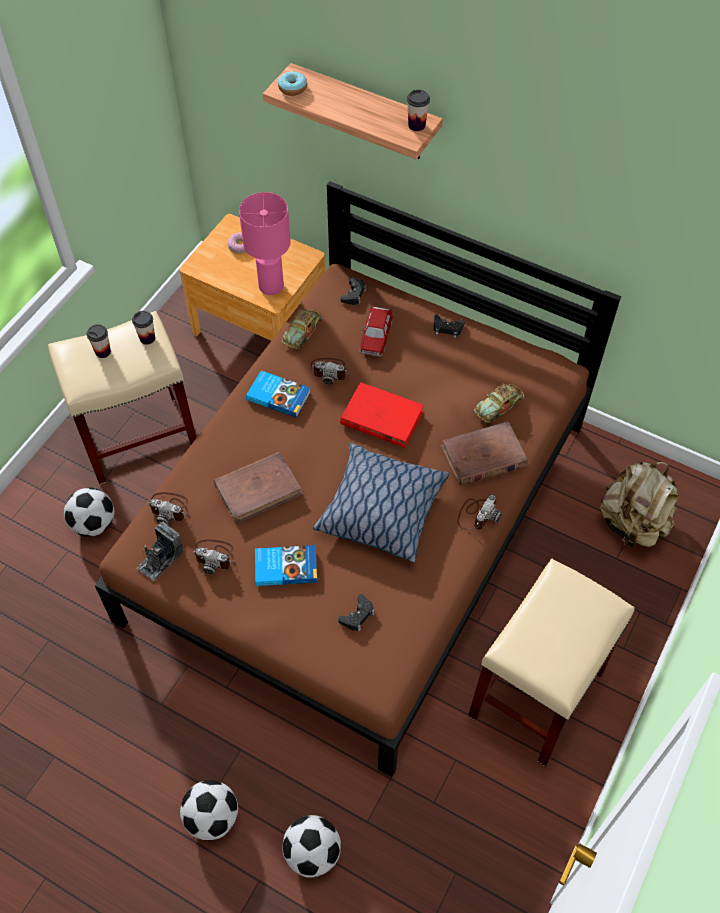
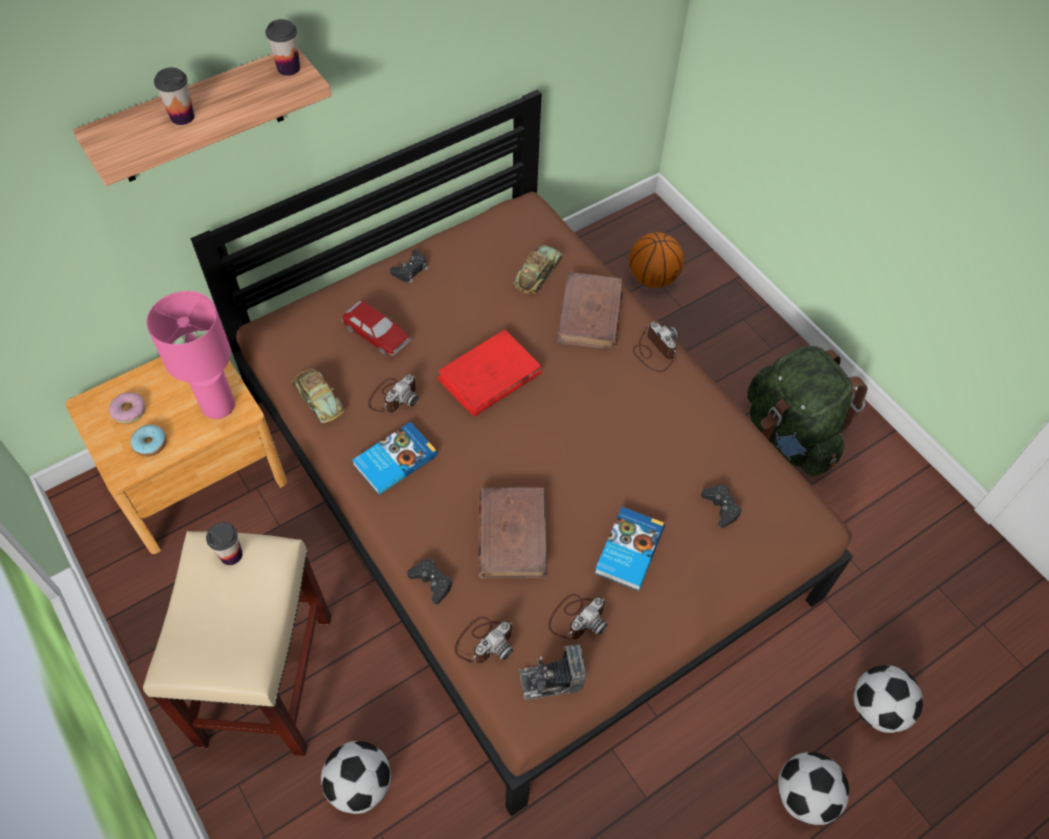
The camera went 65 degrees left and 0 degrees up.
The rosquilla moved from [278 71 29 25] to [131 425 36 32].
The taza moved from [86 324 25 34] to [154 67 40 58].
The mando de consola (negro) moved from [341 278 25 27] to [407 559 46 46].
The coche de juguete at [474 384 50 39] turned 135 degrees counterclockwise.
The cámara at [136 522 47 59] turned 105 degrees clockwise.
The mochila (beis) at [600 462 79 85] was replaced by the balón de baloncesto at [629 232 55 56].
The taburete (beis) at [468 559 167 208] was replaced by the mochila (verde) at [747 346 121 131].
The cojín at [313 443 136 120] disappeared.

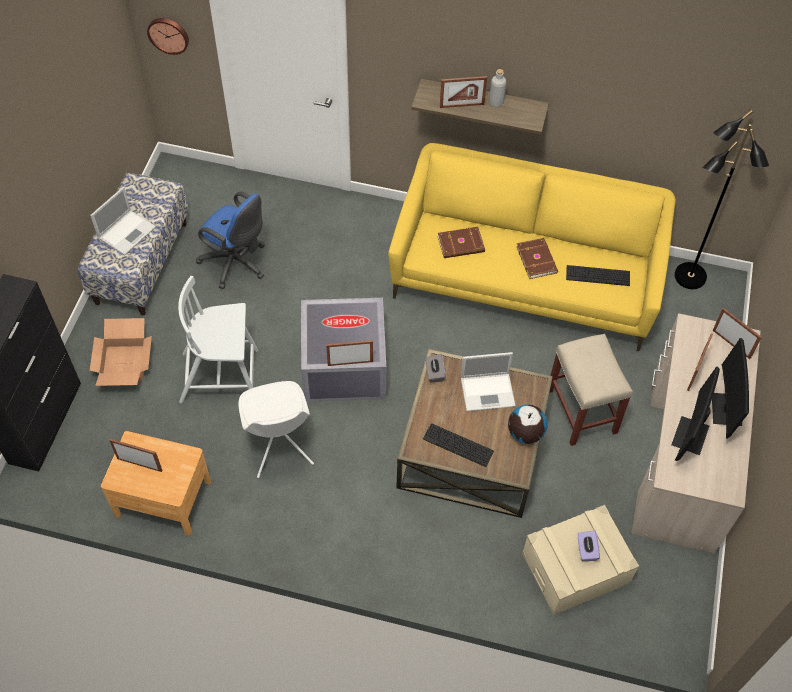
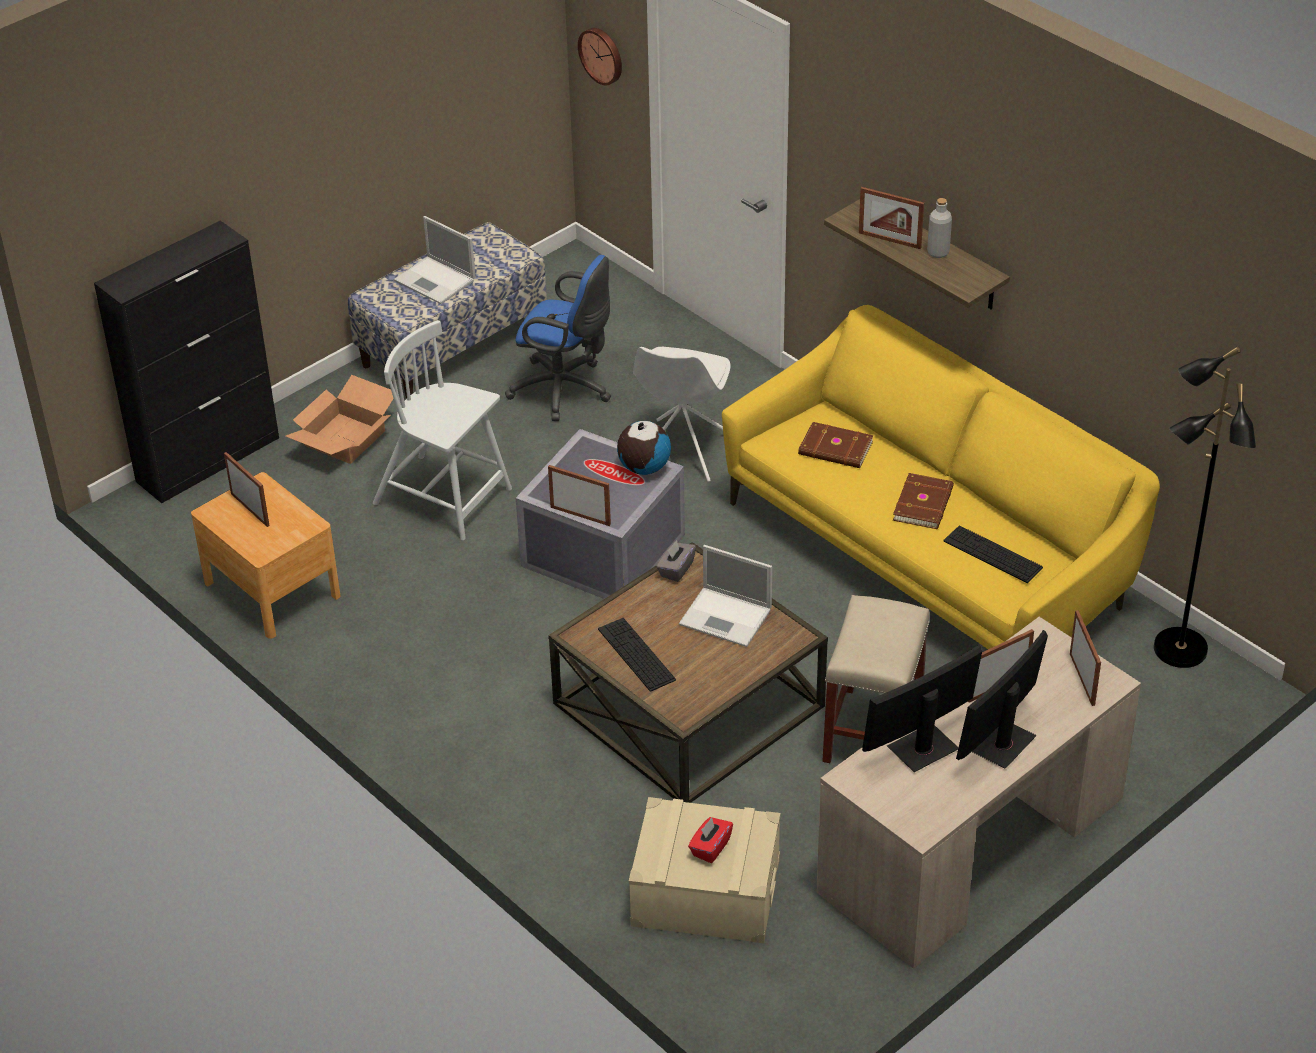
The camera went 35 degrees right and 15 degrees down.
The portátil at [90 187 66 69] turned 60 degrees clockwise.
The silla de oficina (azul) at [196 192 69 97] turned 45 degrees counterclockwise.
The globo terráqueo moved from [508 405 40 39] to [617 421 54 54].
The silla (blanco) moved from [238 381 76 97] to [633 347 97 135].
The caja de pañuelos (morado) at [578 530 22 31] became the caja de pañuelos (rojo) at [688 817 45 46].

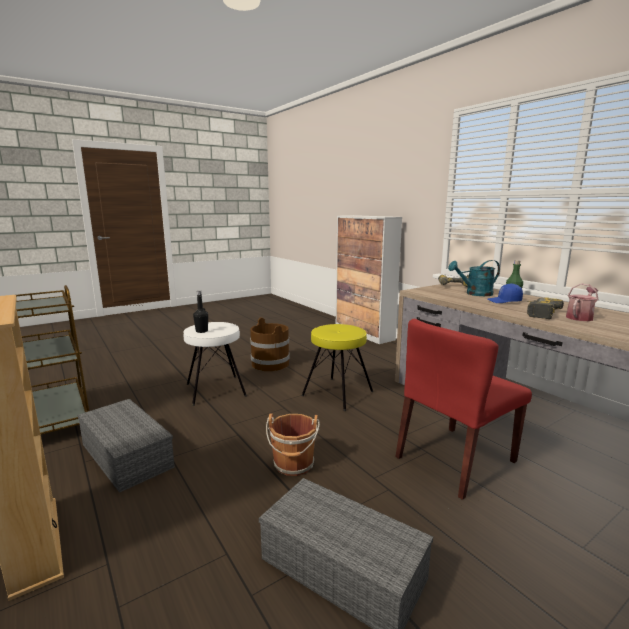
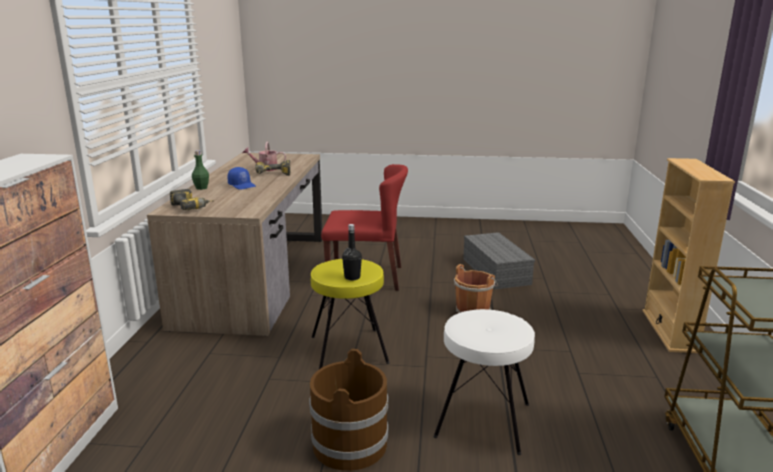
The camera went 140 degrees left and 5 degrees up.
The botella (negro) moved from [193 290 15 43] to [342 224 20 56].
The caja de almacenaje (gris) at [78 399 97 94] disappeared.
The regadera (turquesa) at [448 260 52 36] disappeared.

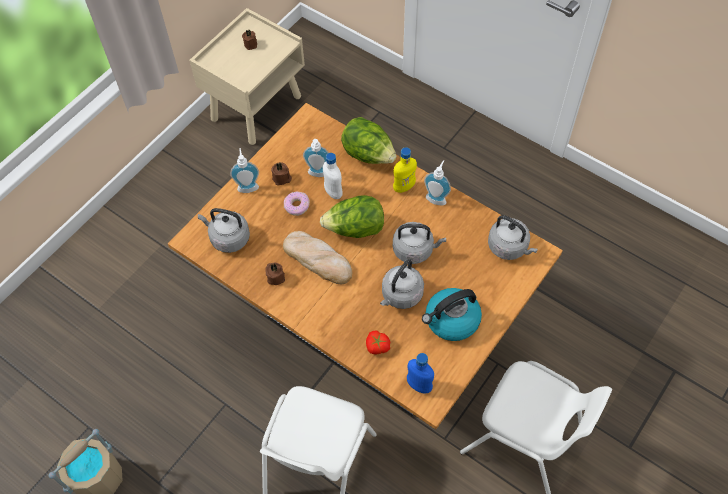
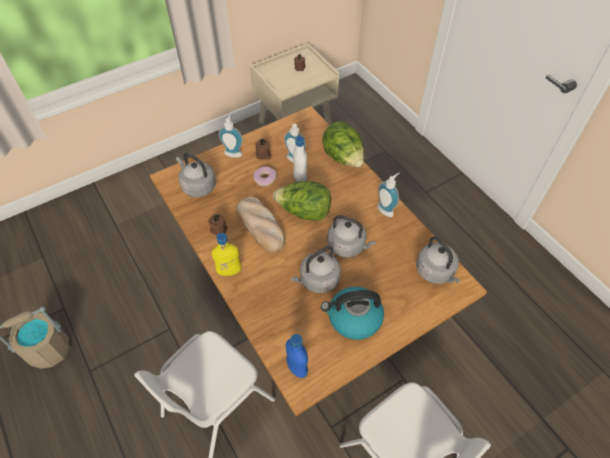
The camera went 20 degrees right and 5 degrees down.
The botella (amarillo) moved from [393 147 24 46] to [212 233 29 43].
The tomate at [366 331 24 23] disappeared.

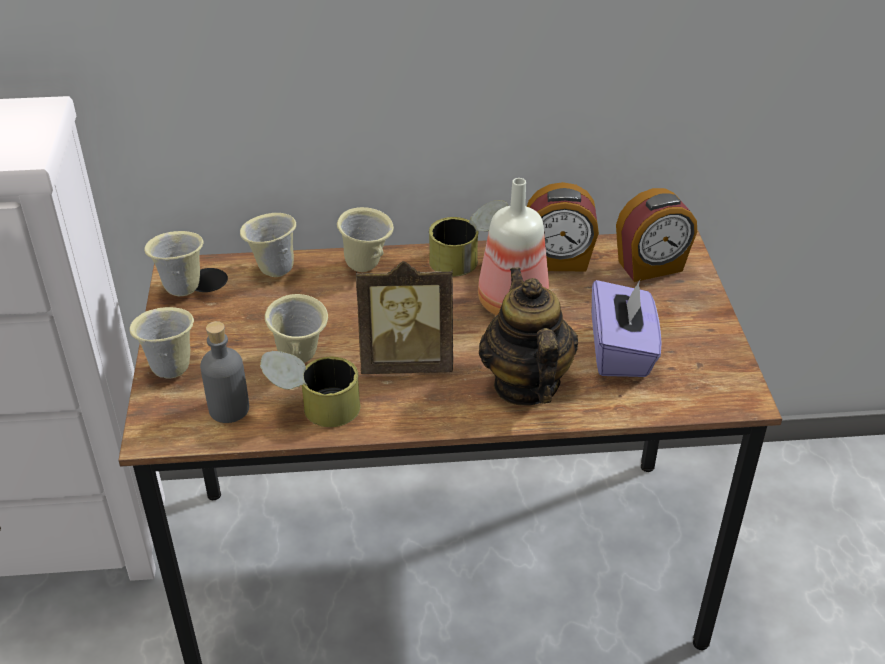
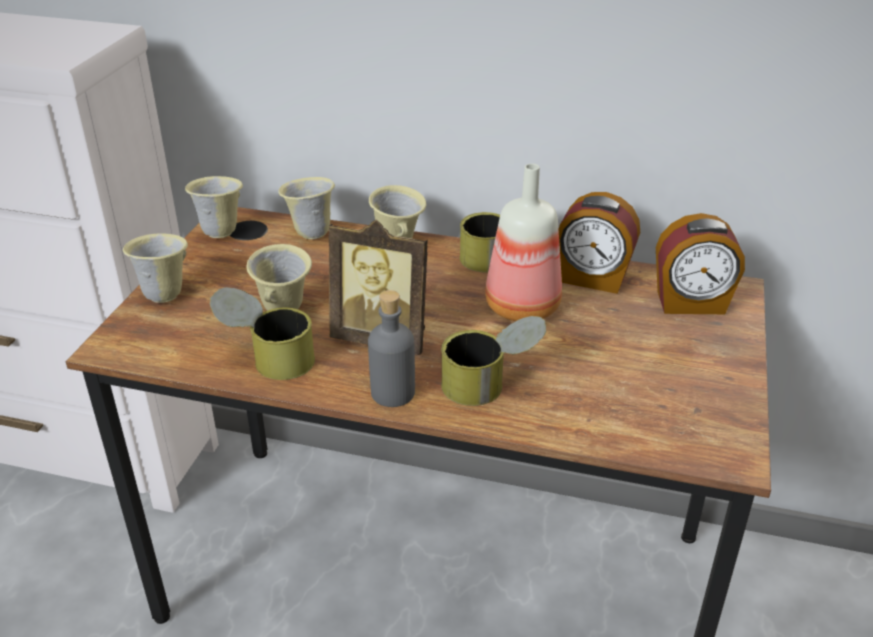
The camera went 20 degrees right and 5 degrees down.
The botella (gris) moved from [200 321 49 102] to [368 290 47 117].
The tetera at [479 267 99 139] was replaced by the lata at [441 316 105 90].
The caja de pañuelos (morado) at [592 280 70 97] disappeared.

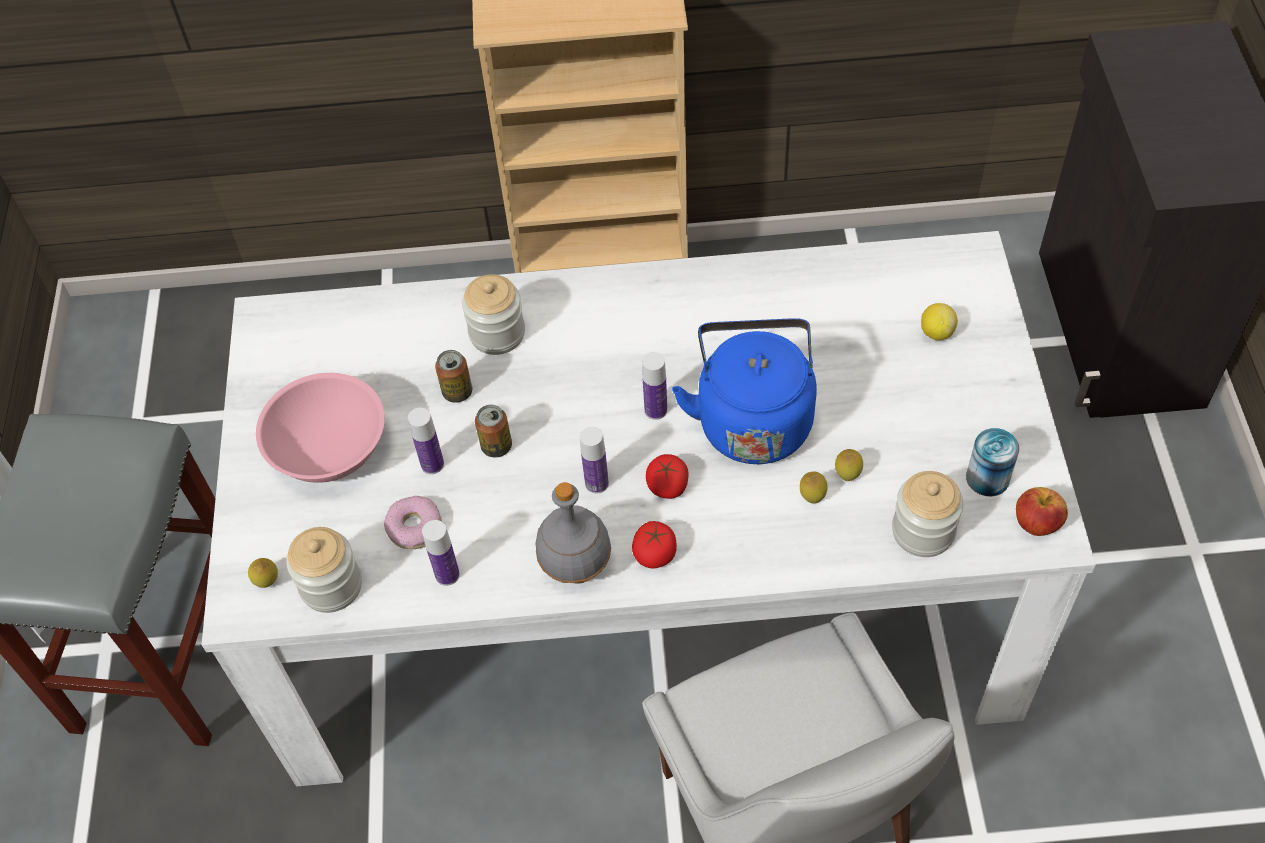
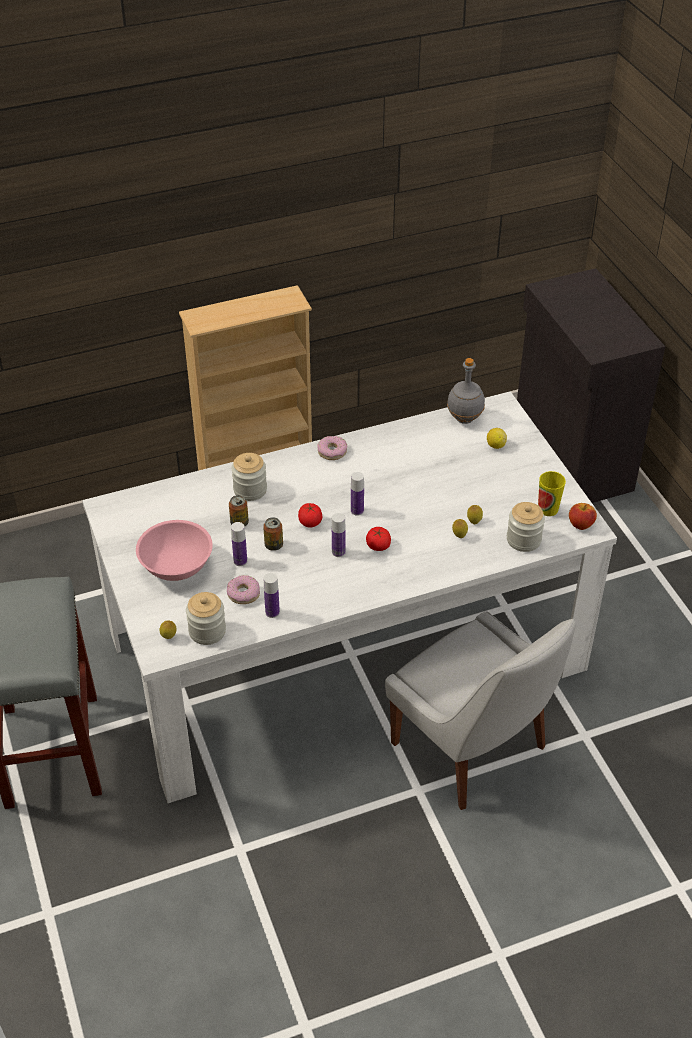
The camera went 20 degrees left and 10 degrees down.
The tomate moved from [632 521 45 48] to [298 503 24 24].
The rosquilla at [317 436 30 24] appeared.
The botella (gris) moved from [536 482 75 102] to [447 358 38 66].
The lata at [966 428 53 68] was replaced by the taza at [538 471 28 45].
The hervidor (azul) at [672 318 145 146] disappeared.

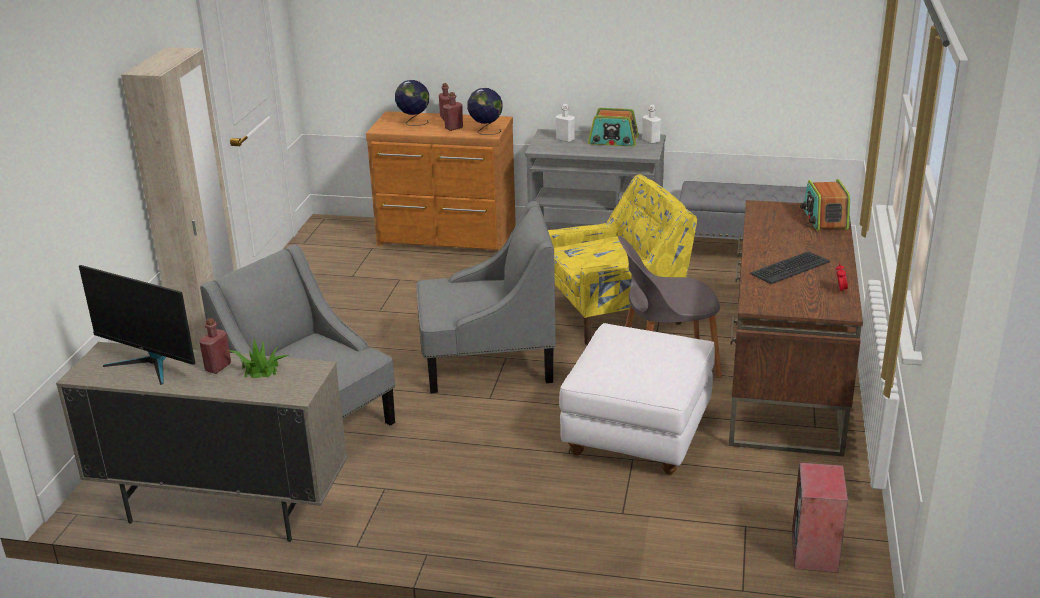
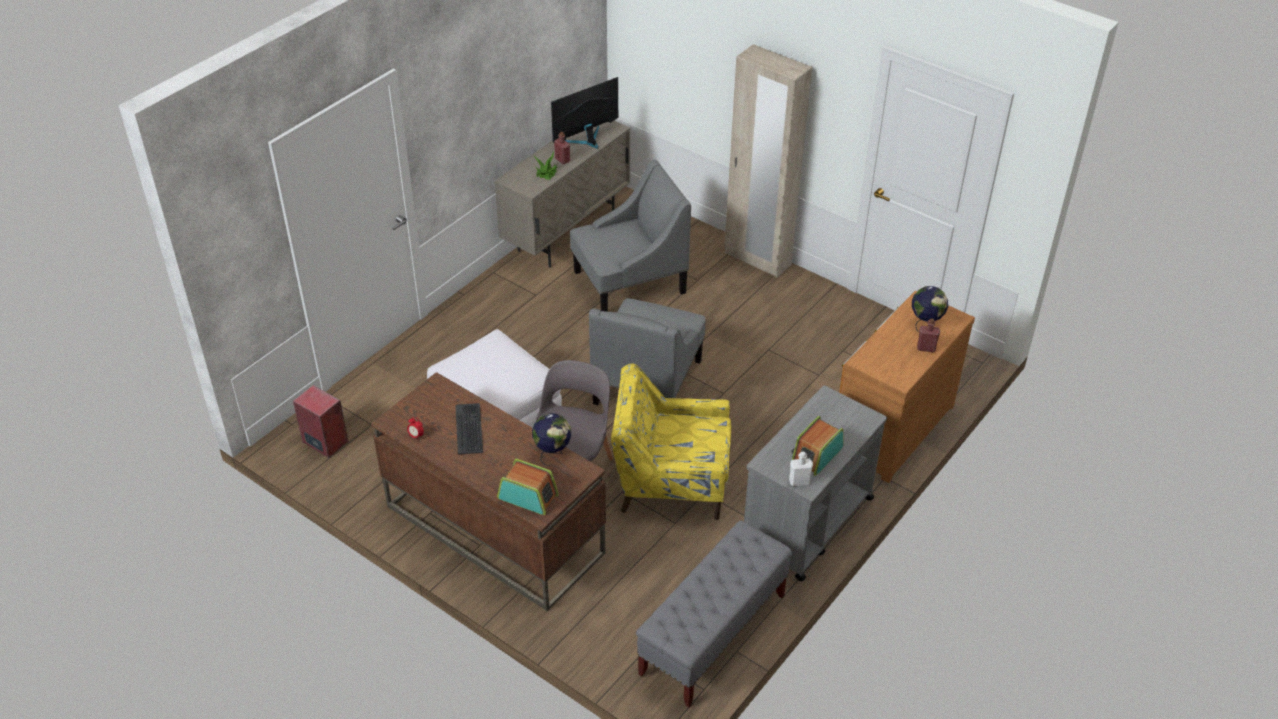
The camera went 115 degrees right and 15 degrees up.
The globo terráqueo moved from [467 88 36 47] to [532 413 39 53].
The sillón (amarillo) at [548 174 149 171] turned 90 degrees clockwise.
The botella (rojo) at [443 92 20 39] disappeared.
The botella (blanco) at [556 104 19 38] disappeared.

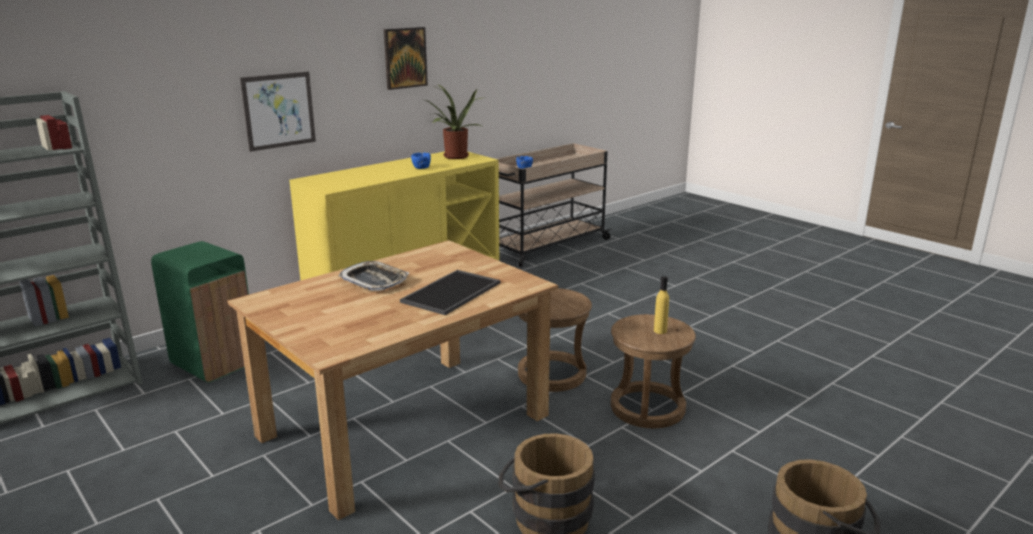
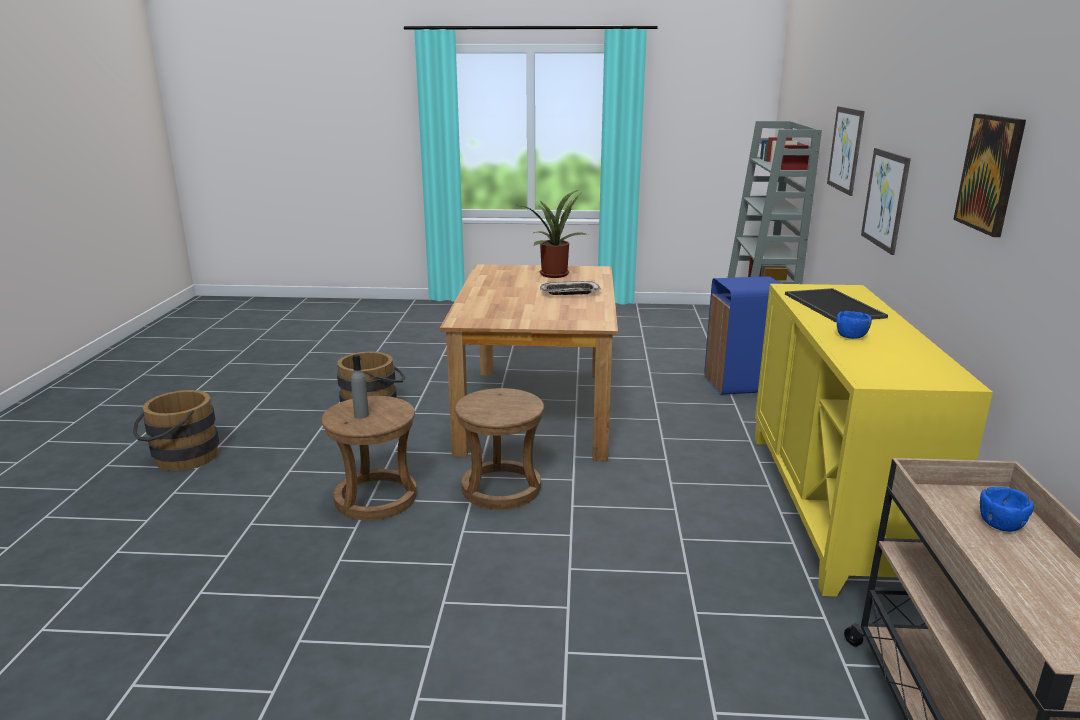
The camera went 135 degrees right and 0 degrees up.
The botella (amarillo) at [654 276 15 58] became the botella (gris) at [351 355 18 64].
The planta en maceta moved from [426 84 55 75] to [522 190 66 88].
The papelera (verde) at [151 241 98 142] became the papelera (azul) at [704 276 77 119].
The bandeja moved from [400 270 100 45] to [785 288 103 34].
The cuadro at [827 106 38 90] appeared.

